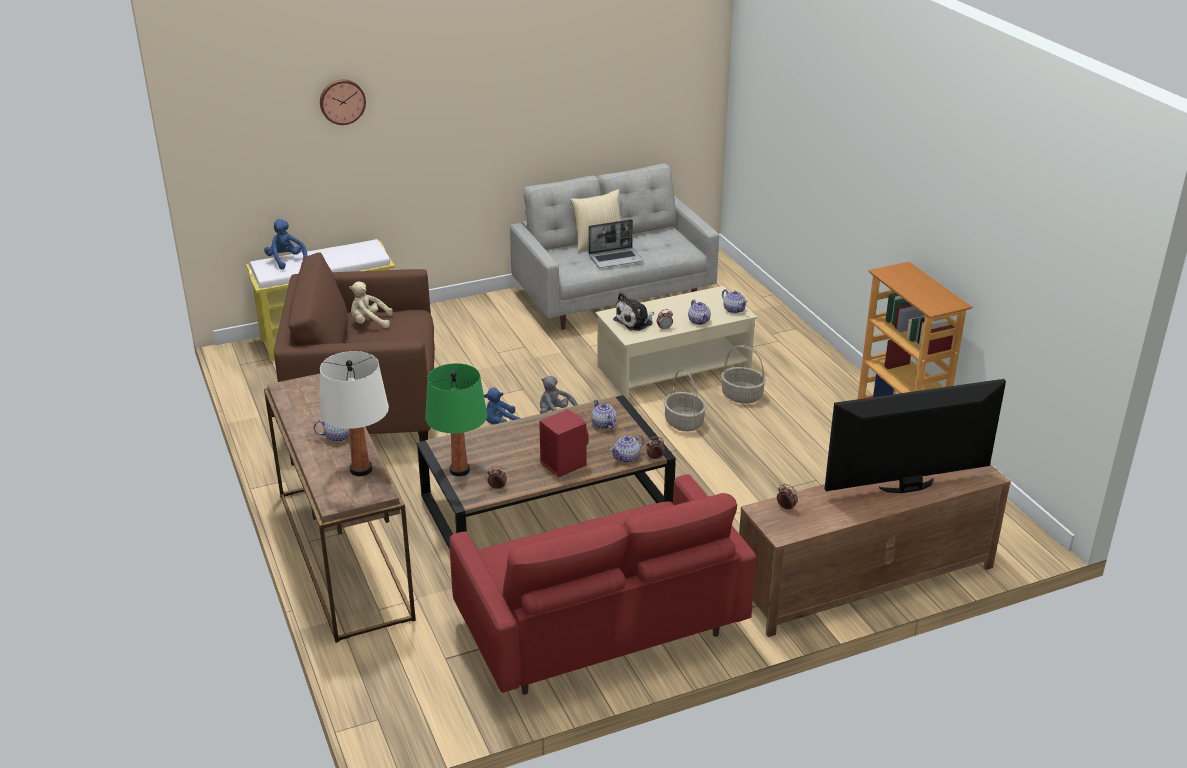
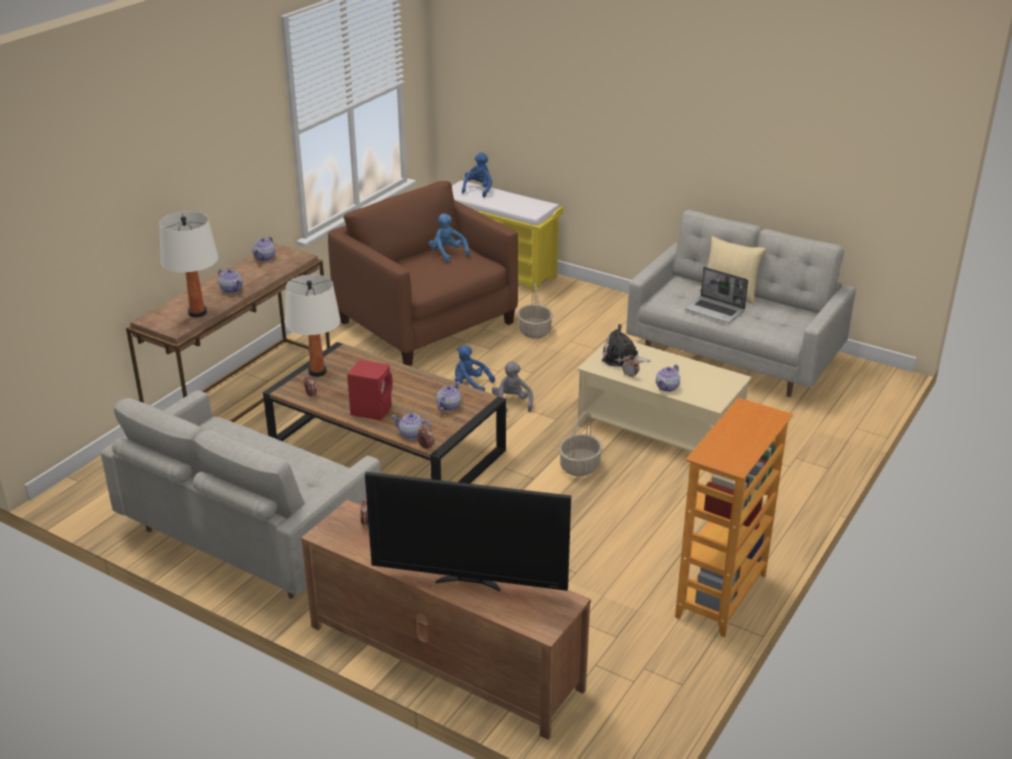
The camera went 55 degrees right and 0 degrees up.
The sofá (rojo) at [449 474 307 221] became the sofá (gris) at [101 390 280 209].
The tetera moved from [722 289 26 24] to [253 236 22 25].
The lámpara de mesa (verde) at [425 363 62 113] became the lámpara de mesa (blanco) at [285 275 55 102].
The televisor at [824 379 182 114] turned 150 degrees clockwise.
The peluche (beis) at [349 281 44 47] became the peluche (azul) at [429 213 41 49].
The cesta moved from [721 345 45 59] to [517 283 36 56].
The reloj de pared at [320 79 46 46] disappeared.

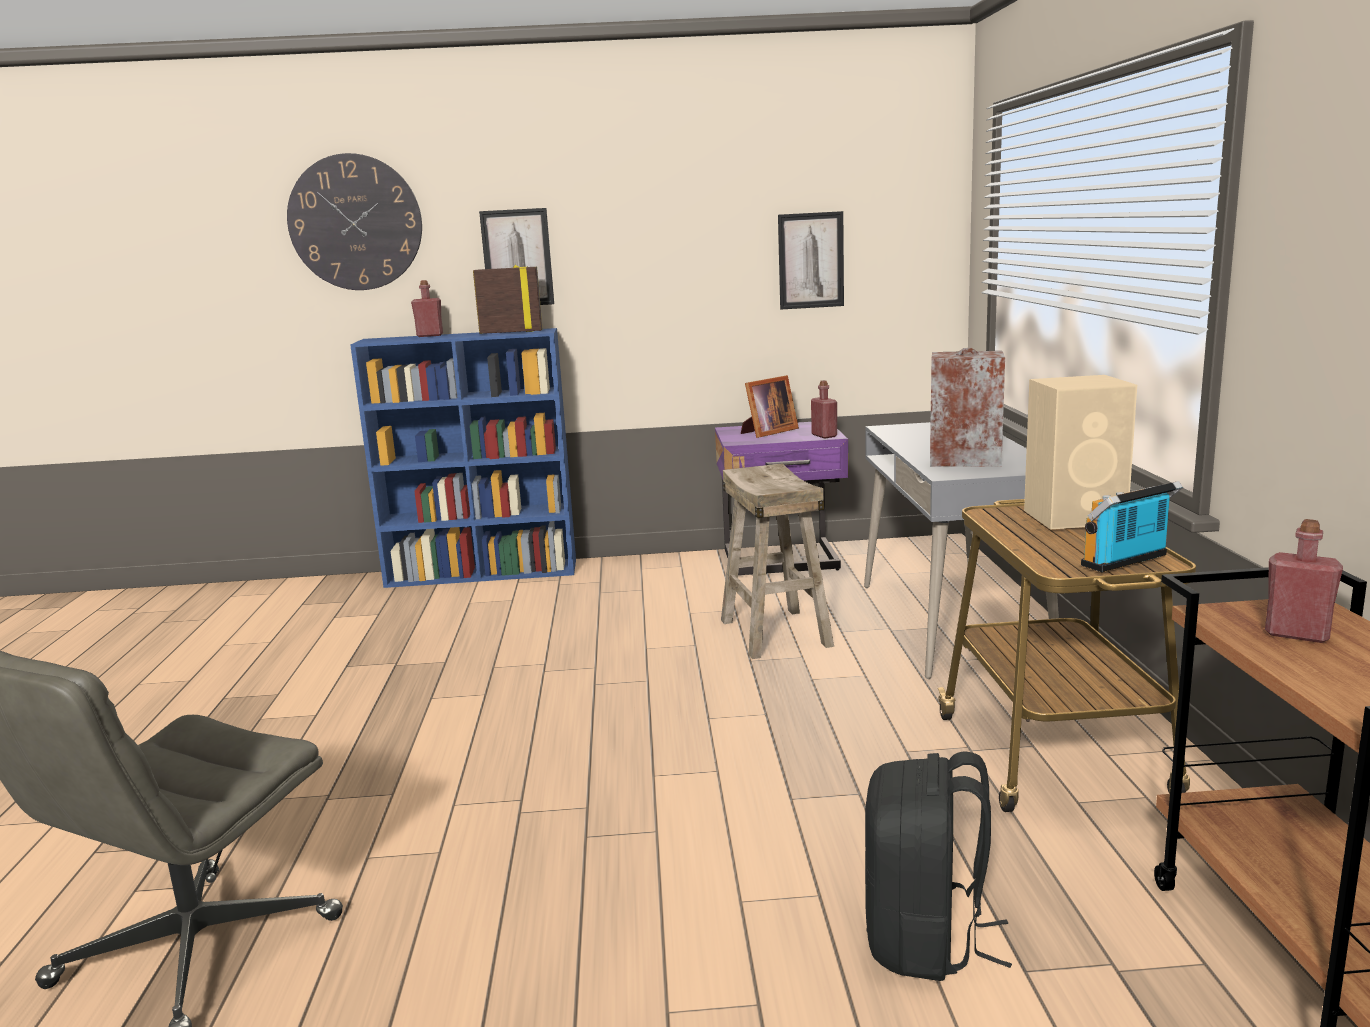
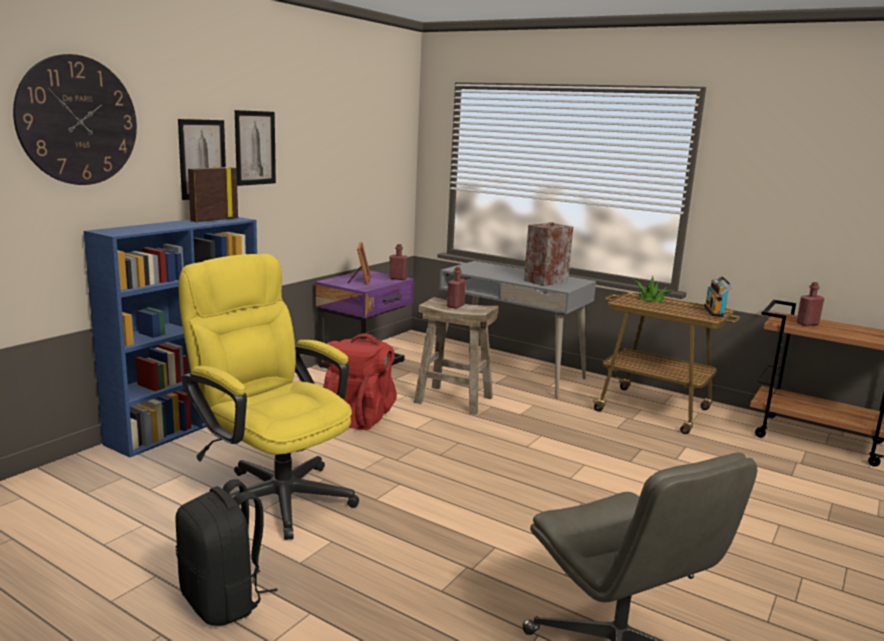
The camera went 55 degrees left and 0 degrees up.
The mochila (negro) moved from [865 752 147 229] to [175 479 103 147].
The silla de oficina (amarillo) at [178 254 181 286] appeared.
The cuadro moved from [778 211 66 98] to [235 110 41 76].
The mochila (rojo) at [323 333 74 97] appeared.
The botella (rojo) moved from [411 280 32 57] to [447 267 19 42].
The altavoz (beis) at [1024 375 113 154] was replaced by the planta en maceta at [632 276 42 26].

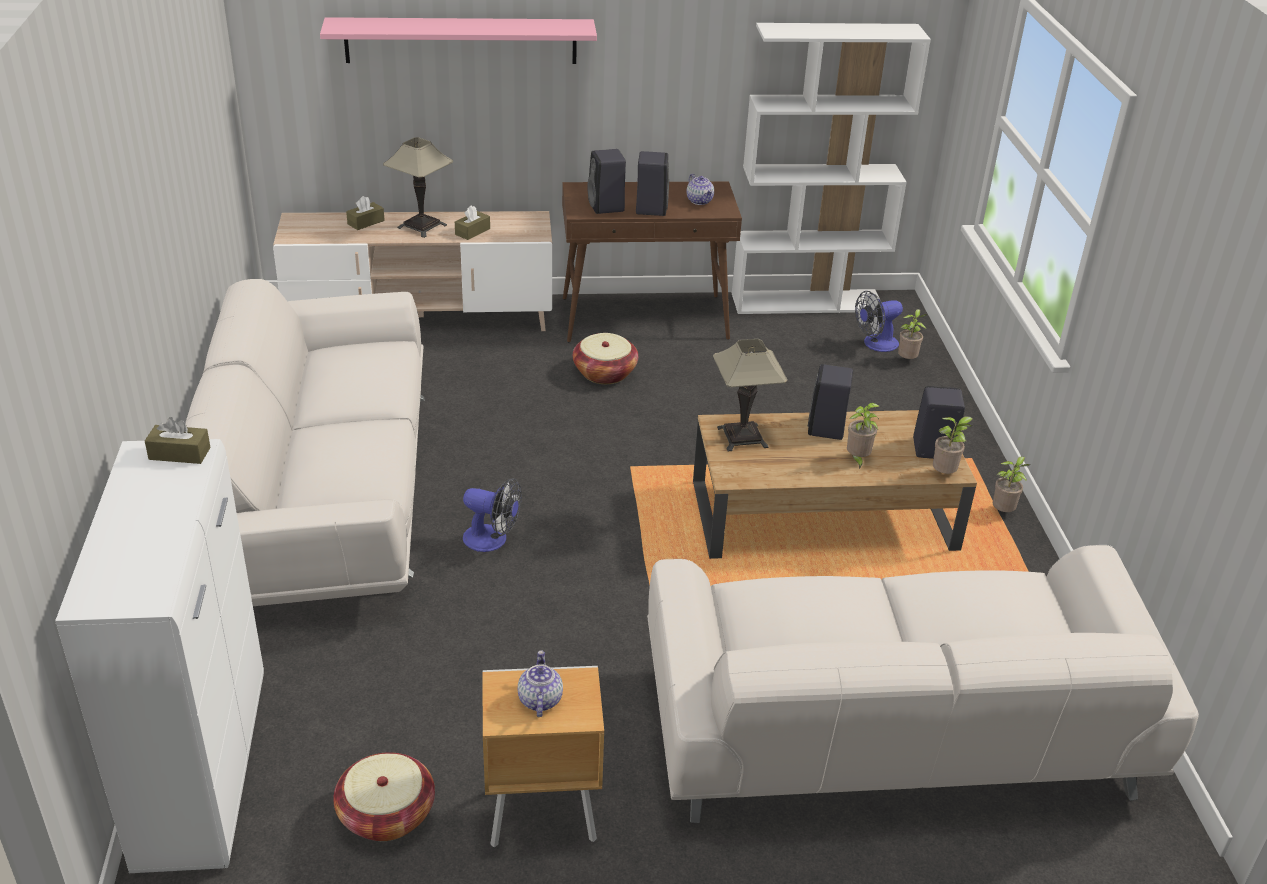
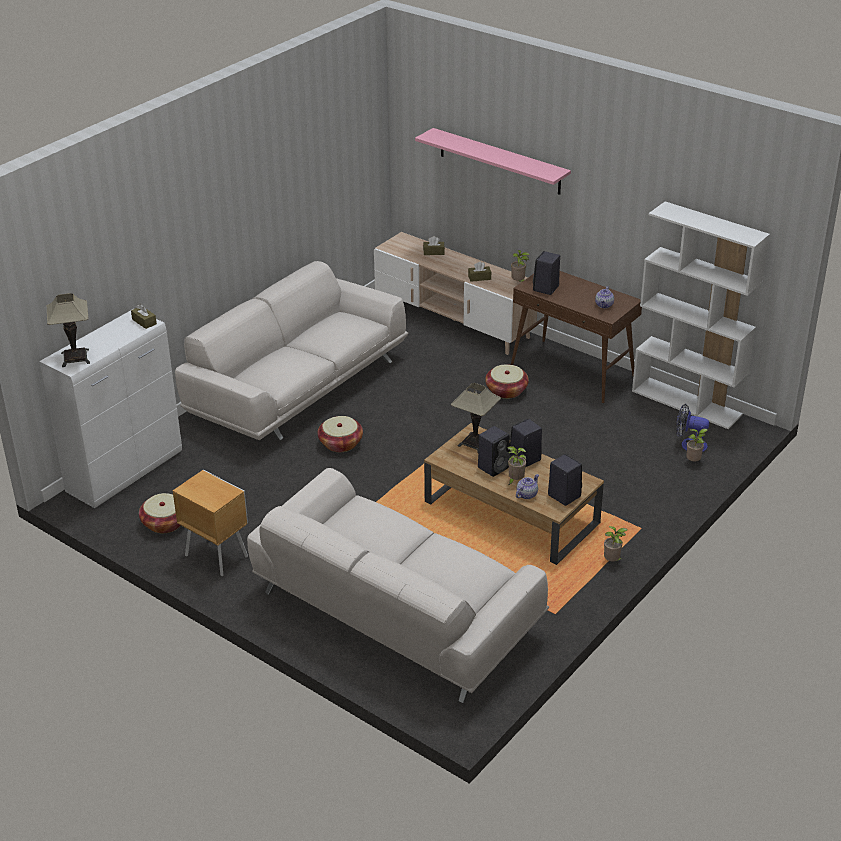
The camera went 45 degrees right and 0 degrees up.
The lámpara de mesa moved from [383 137 70 101] to [47 293 43 74].
The ventilador at [463 478 59 74] was replaced by the cesta at [318 416 45 36].
The altavoz (negro) moved from [636 151 33 65] to [478 426 33 51].
The planta en maceta moved from [933 416 40 58] to [511 250 19 32].
The tetera moved from [518 650 45 67] to [516 474 23 25].

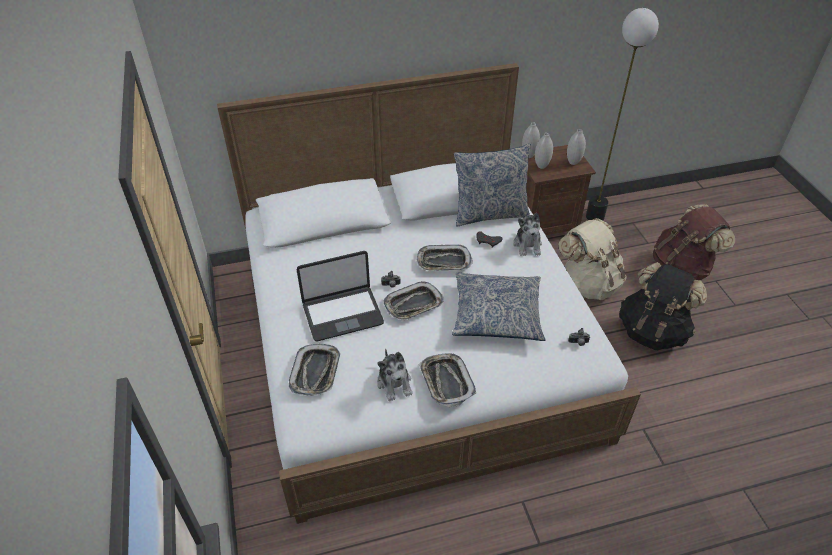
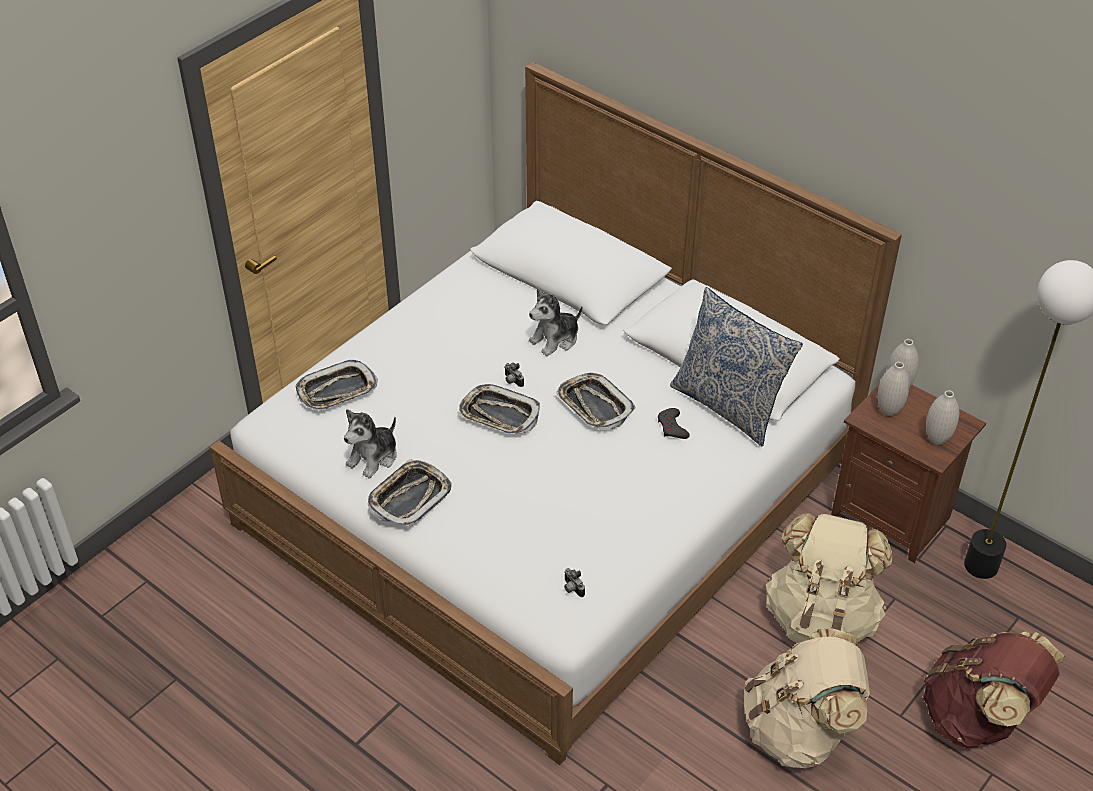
The camera went 55 degrees right and 0 degrees up.
The peluche moved from [513 213 29 43] to [529 289 53 67].
The mochila (negro) at [619 262 88 88] became the mochila (beis) at [744 628 126 140].
The portátil at [297 251 87 90] disappeared.
The cojín at [452 273 94 68] disappeared.

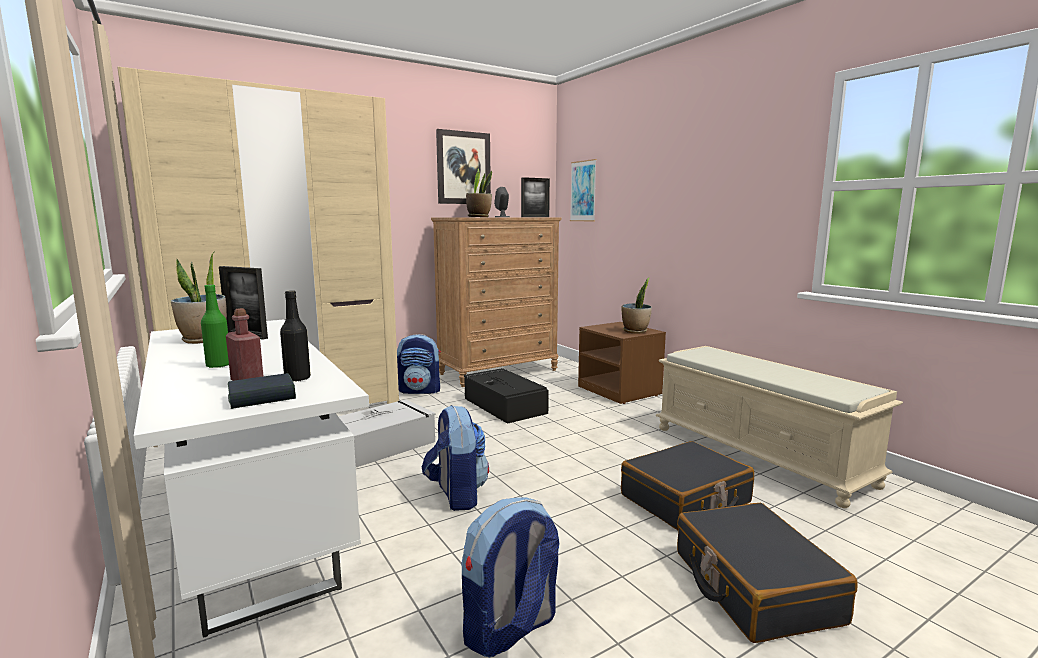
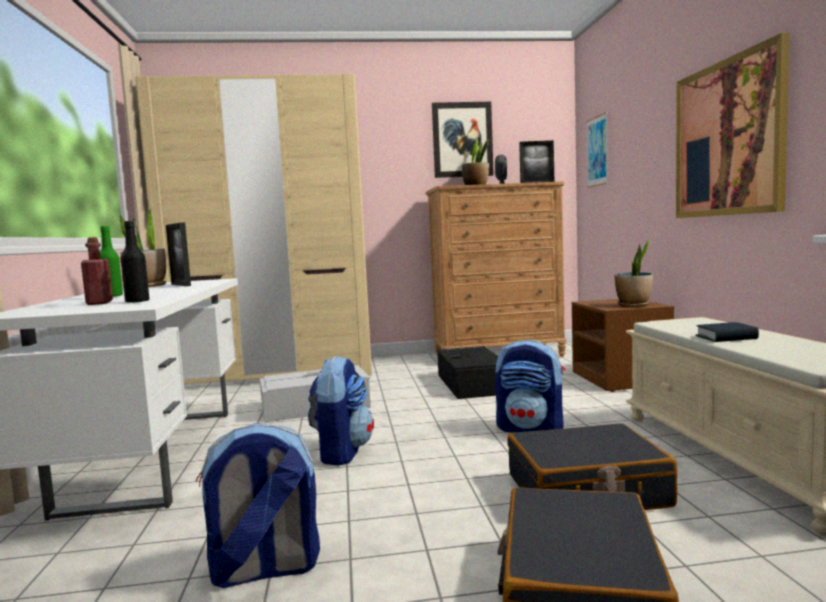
The camera went 25 degrees right and 5 degrees down.
The mochila moved from [397 334 44 60] to [495 340 70 92].
The cuadro at [676 33 114 185] appeared.
The libro moved from [228 373 68 36] to [695 322 64 20].

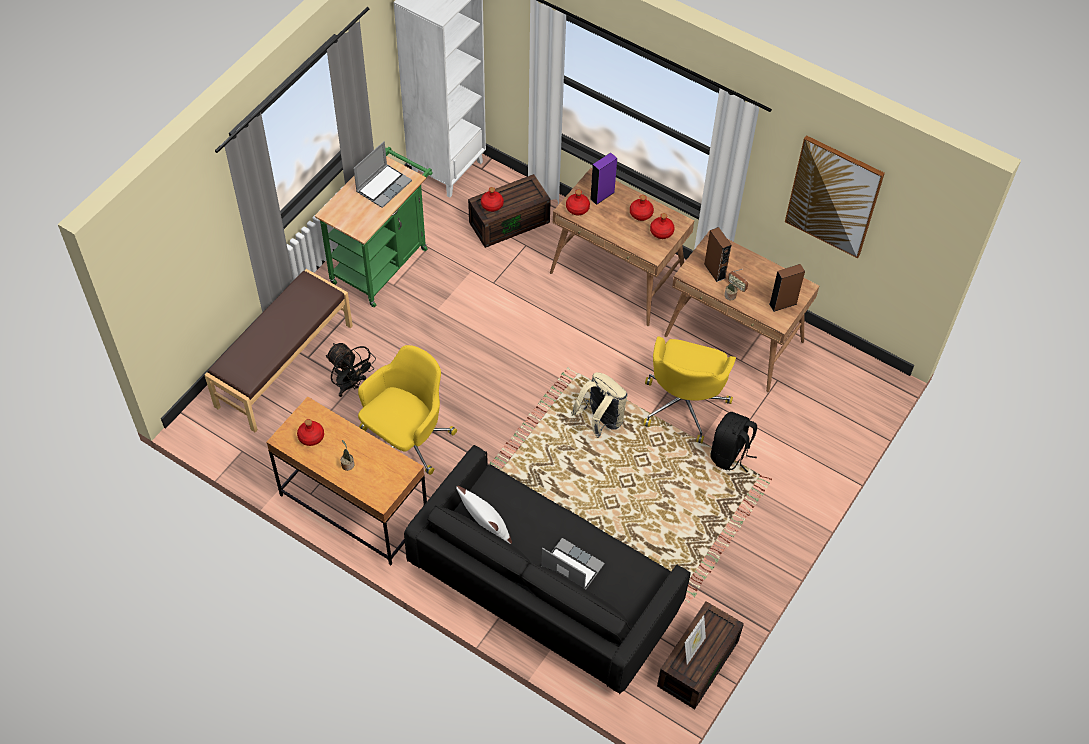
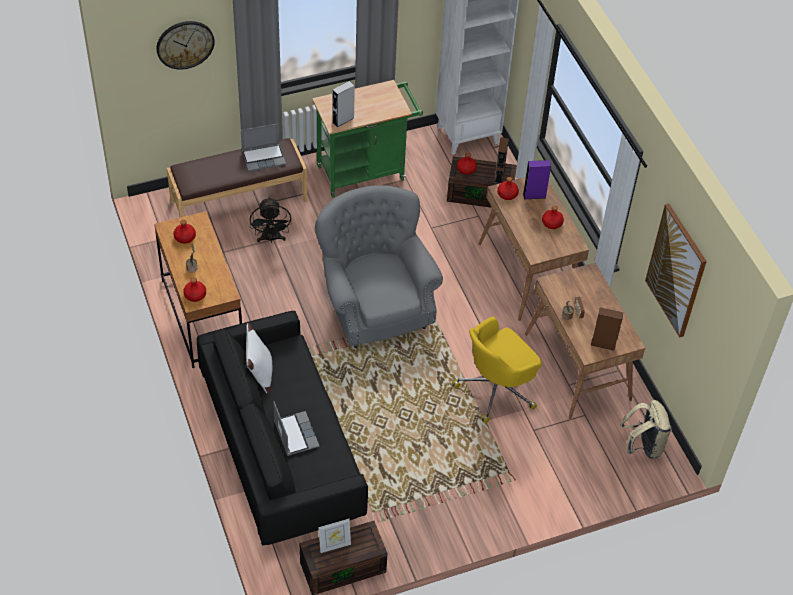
The camera went 35 degrees right and 5 degrees down.
The reloj de pared at [156 21 59 48] appeared.
The botella (rojo) moved from [650 213 25 26] to [183 277 23 25].
The portátil moved from [354 141 58 67] to [241 123 45 48].
The sillón (gris) at [315 185 128 163] appeared.
The altavoz (gris) at [332 81 23 46] appeared.
The altavoz (marrón) moved from [704 227 27 55] to [494 137 15 46].
The mochila (beis) moved from [571 372 57 66] to [620 400 52 59].
The silla de oficina (amarillo) at [358 345 99 130] disappeared.
The mochila (negro) at [710 412 47 60] disappeared.

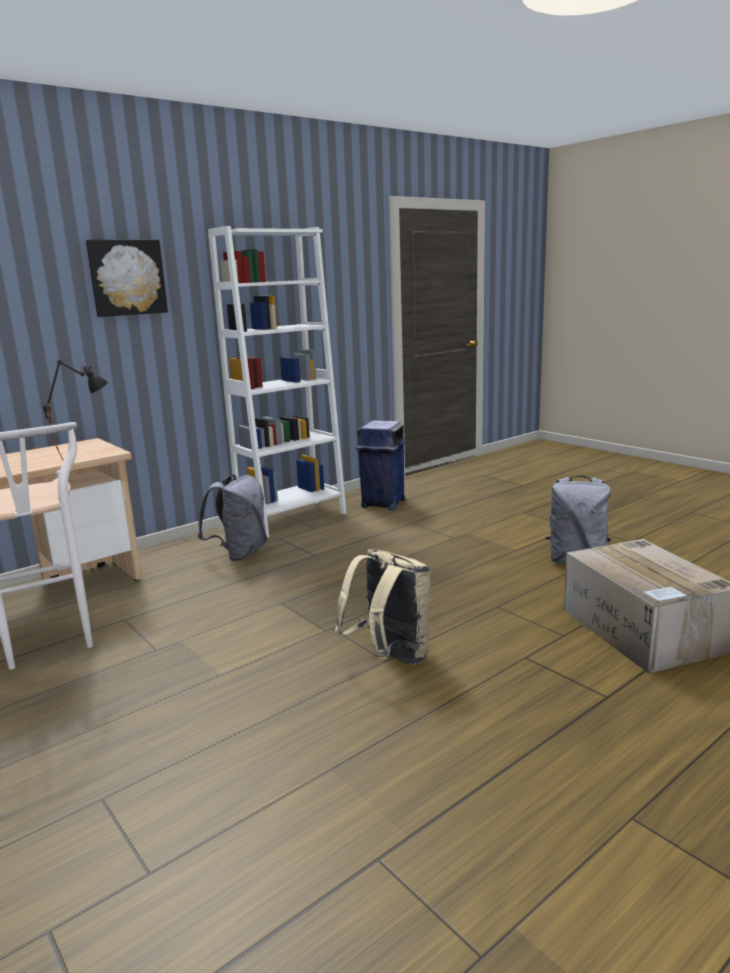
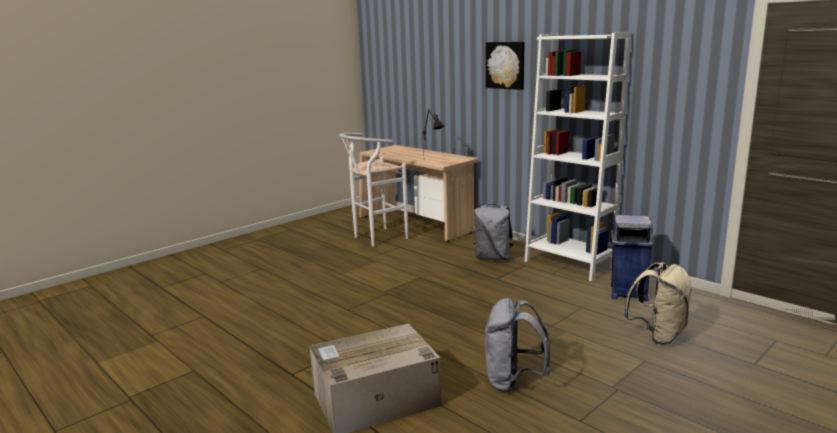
The camera went 85 degrees right and 0 degrees up.
The mochila (beis) moved from [335 549 95 115] to [623 263 69 82].

